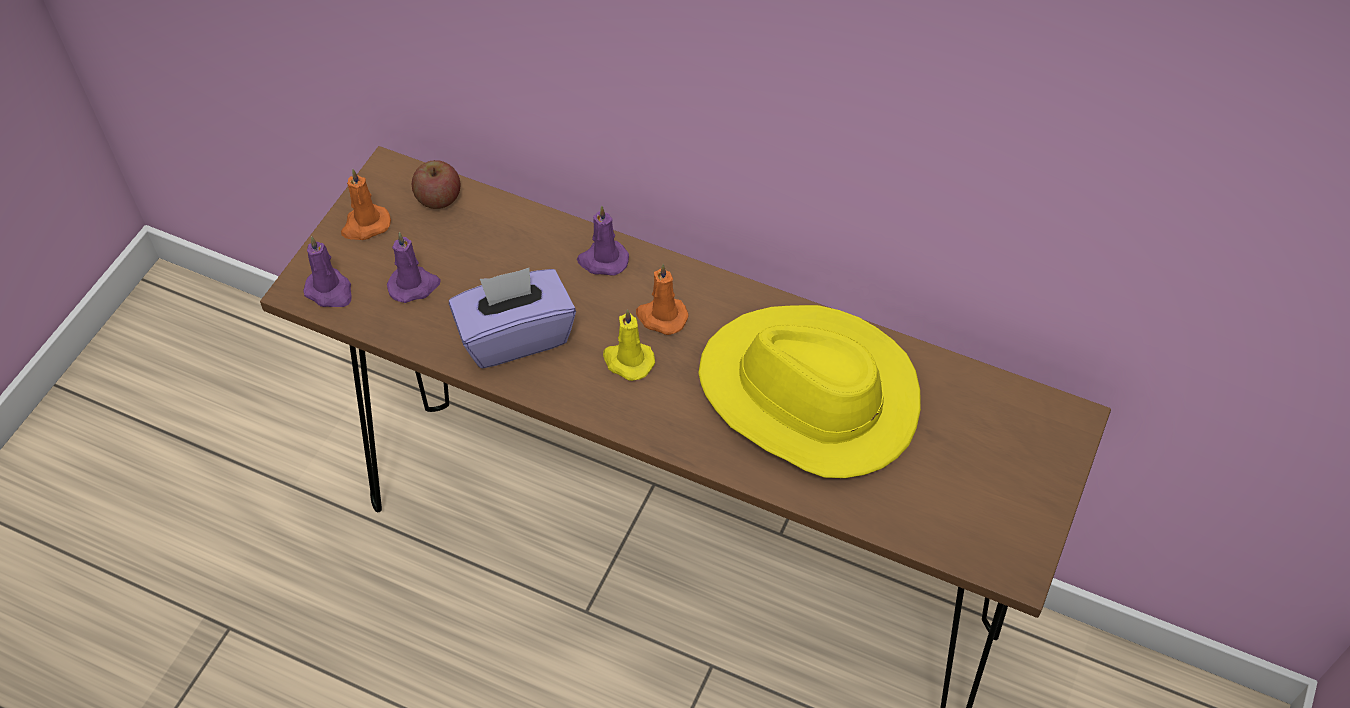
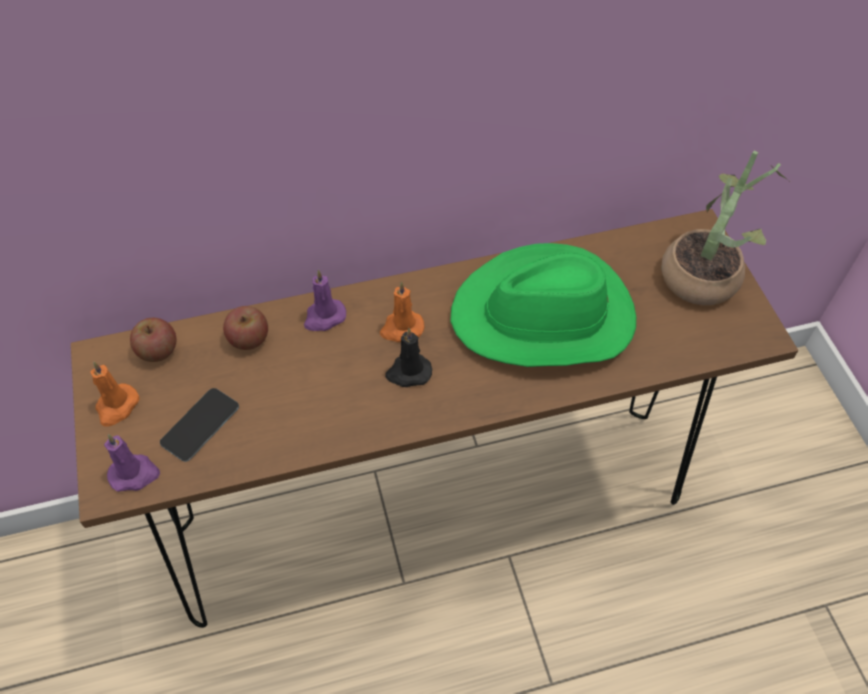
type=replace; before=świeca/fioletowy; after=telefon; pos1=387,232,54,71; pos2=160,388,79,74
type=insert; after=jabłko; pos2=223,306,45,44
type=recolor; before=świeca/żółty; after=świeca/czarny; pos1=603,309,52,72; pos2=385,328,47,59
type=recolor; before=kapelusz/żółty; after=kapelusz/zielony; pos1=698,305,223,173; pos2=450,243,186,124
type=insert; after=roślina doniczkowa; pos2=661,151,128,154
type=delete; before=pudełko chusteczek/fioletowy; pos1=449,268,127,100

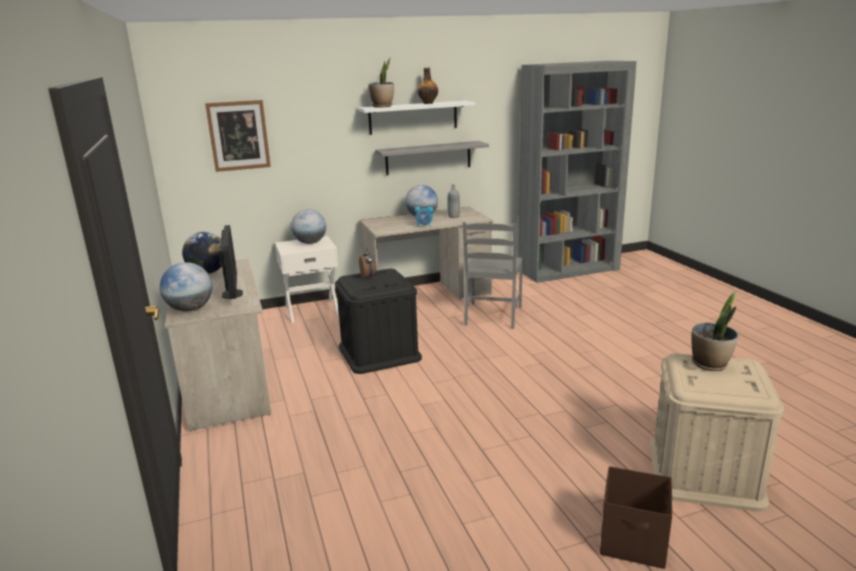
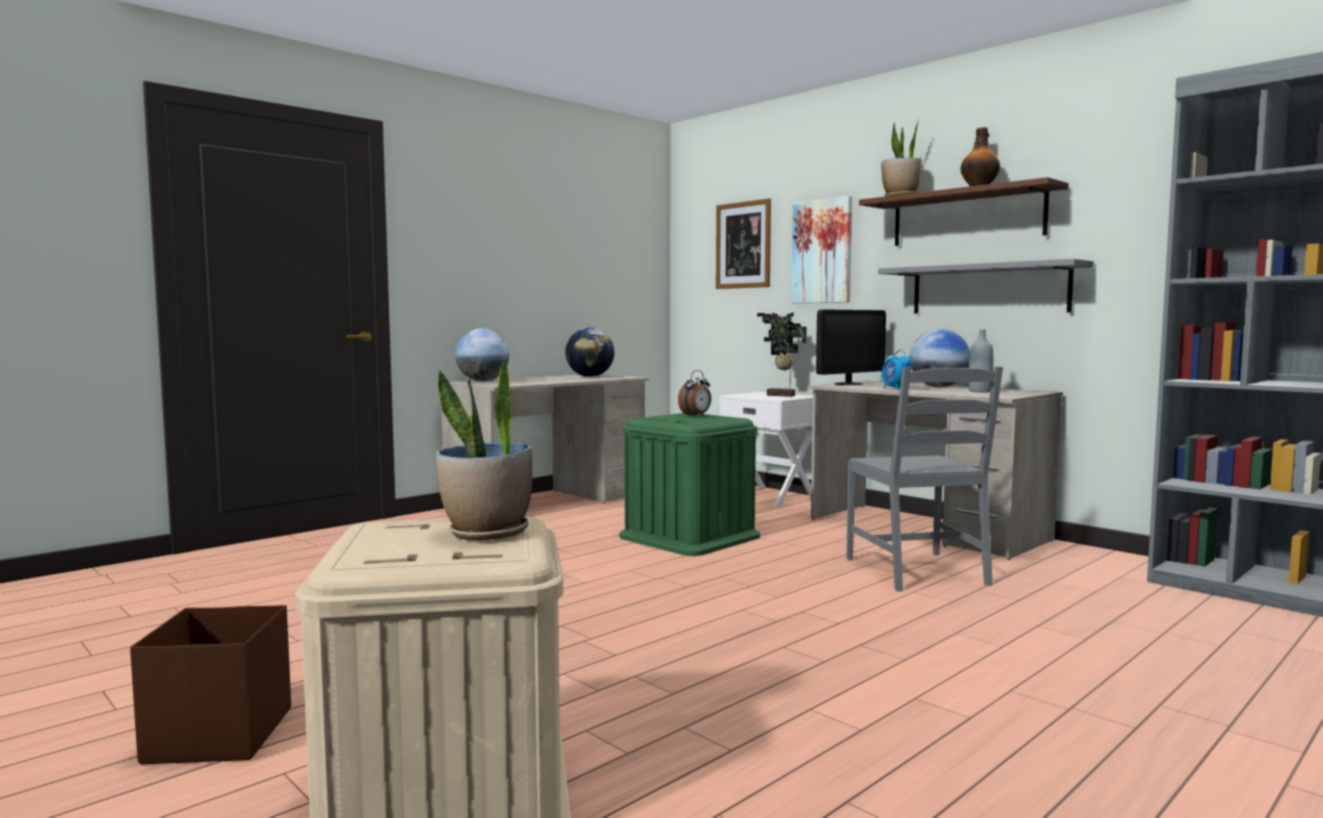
type=recolor; before=pojemnik do przechowywania/czarny; after=pojemnik do przechowywania/zielony; pos1=335,269,87,105; pos2=619,413,141,143
type=replace; before=globus; after=roślina doniczkowa; pos1=291,209,35,35; pos2=757,313,50,84
type=insert; after=obraz; pos2=791,196,61,107
type=move; before=monitor; pos1=220,225,23,74; pos2=816,310,70,75
type=rotate; before=krzesło/szary; pos1=463,222,60,107; pos2=846,367,157,225; turn=-90
type=recolor; before=półka/biały; after=półka/brązowy; pos1=358,100,117,35; pos2=859,177,210,69

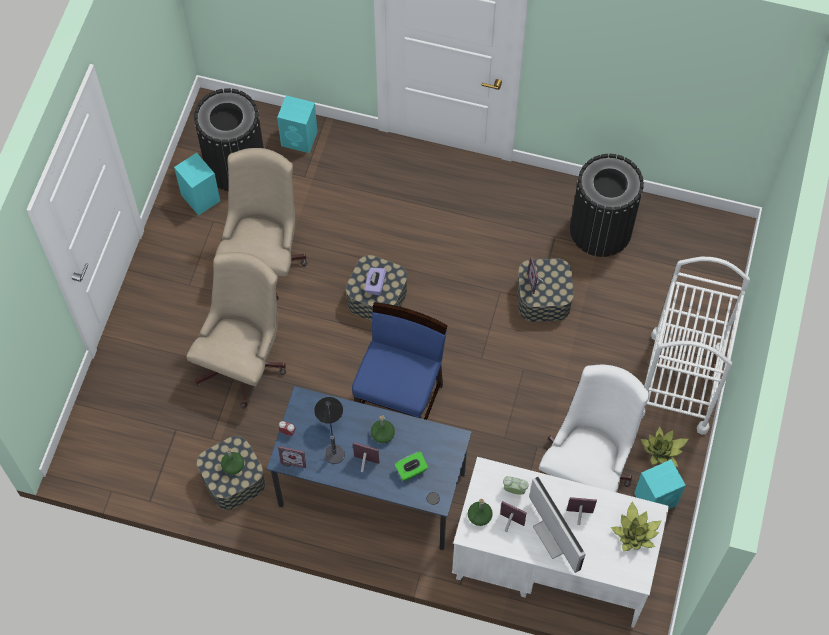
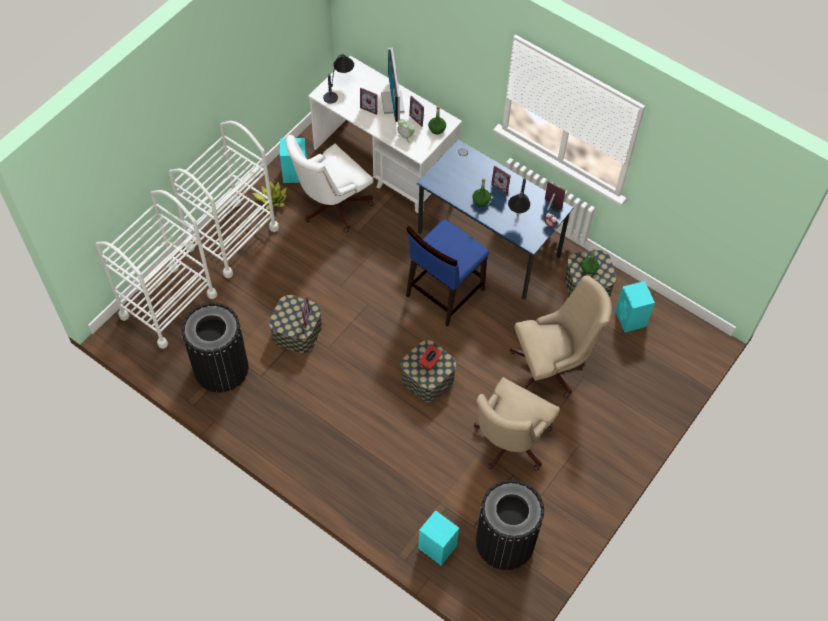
type=insert; after=wózek/biały; pos2=95,190,122,159
type=replace; before=roślina doniczkowa; after=lampa stołowa; pos1=611,501,51,50; pos2=323,54,31,50
type=recolor; before=pudełko chusteczek/fioletowy; after=pudełko chusteczek/czerwony; pos1=365,268,21,28; pos2=419,344,23,27
type=rotate; before=krzesło biurowe/beżowy; pos1=186,252,100,157; pos2=510,275,102,123; turn=-150
type=move; before=głośnik/turkusowy; pos1=174,153,46,63; pos2=615,281,40,51
type=delete; before=pudełko chusteczek/zielony; pos1=394,451,34,30

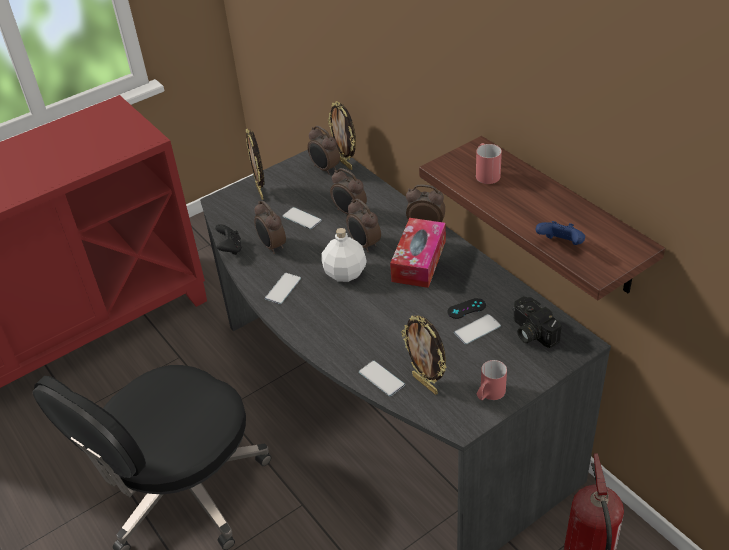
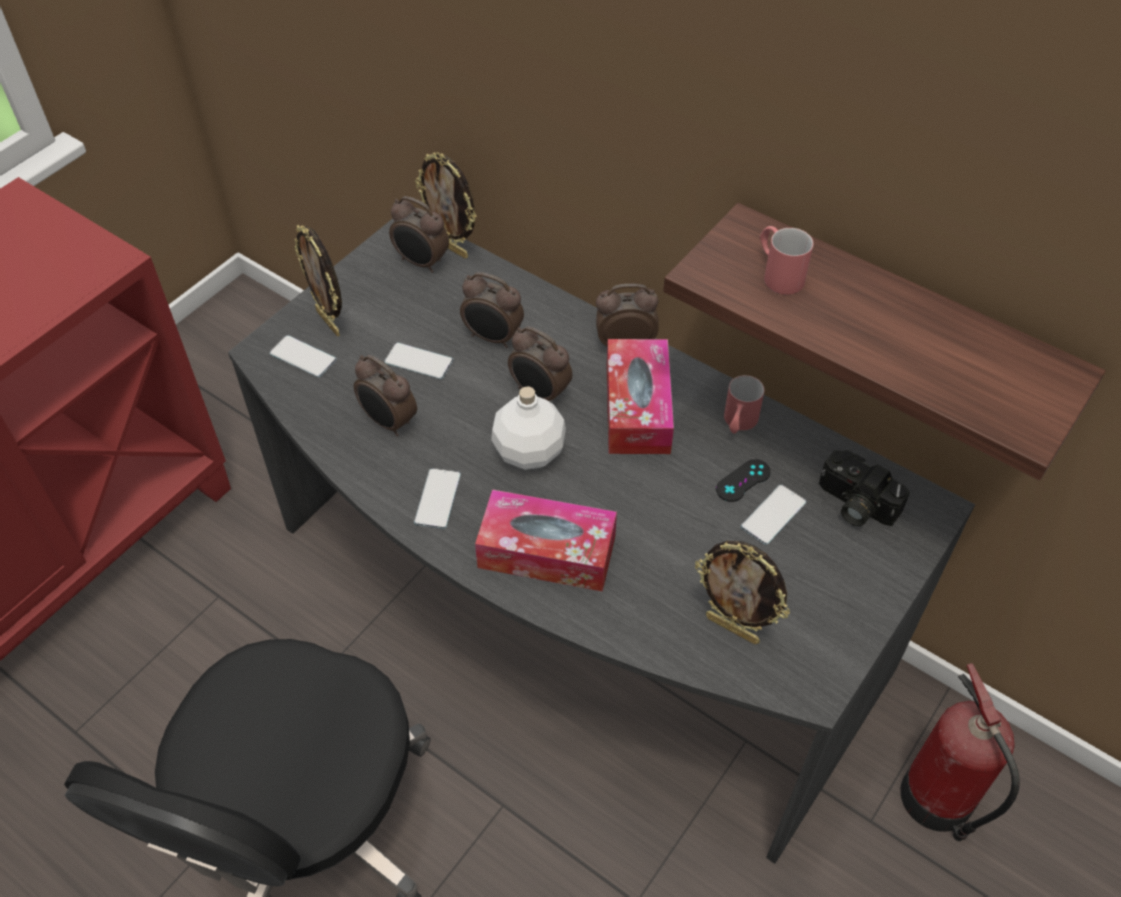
type=move; before=telefon; pos1=359,361,46,35; pos2=269,335,68,42
type=insert; after=pudełko chusteczek; pos2=475,489,142,103
type=move; before=kubek/czerwony; pos1=477,360,30,40; pos2=724,375,40,59
type=delete; before=pad do gier/czarny; pos1=215,224,27,31
type=delete; before=pad do gier/niebieski; pos1=536,221,49,24

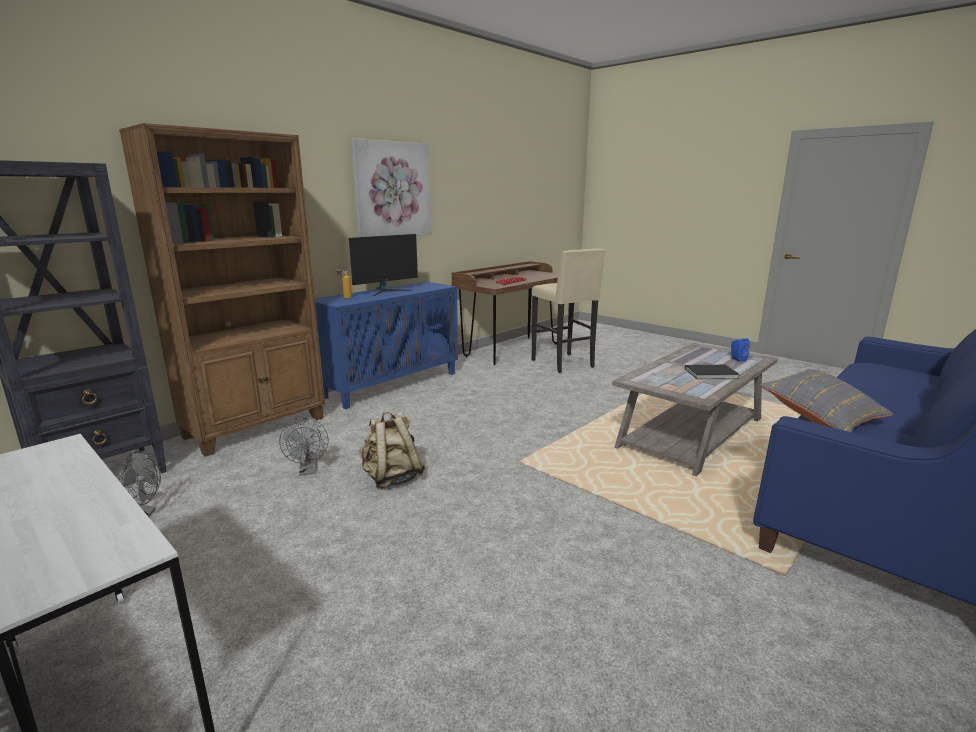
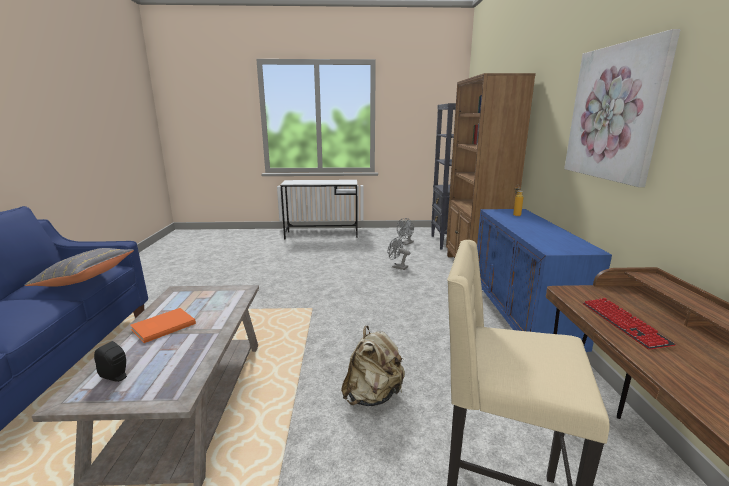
type=recolor; before=głośnik/niebieski; after=głośnik/czarny; pos1=731,338,19,24; pos2=94,341,33,41
type=recolor; before=książka/czarny; after=książka/pomarańczowy; pos1=685,365,55,14; pos2=130,308,66,35
type=move; before=plecak/beżowy; pos1=360,412,65,77; pos2=341,326,64,80
type=delete; before=monitor; pos1=349,234,69,62

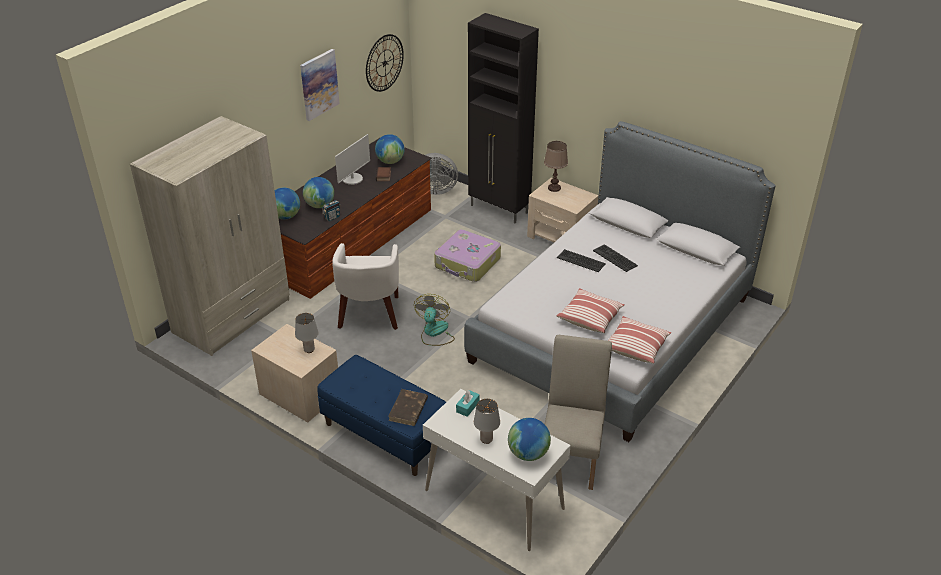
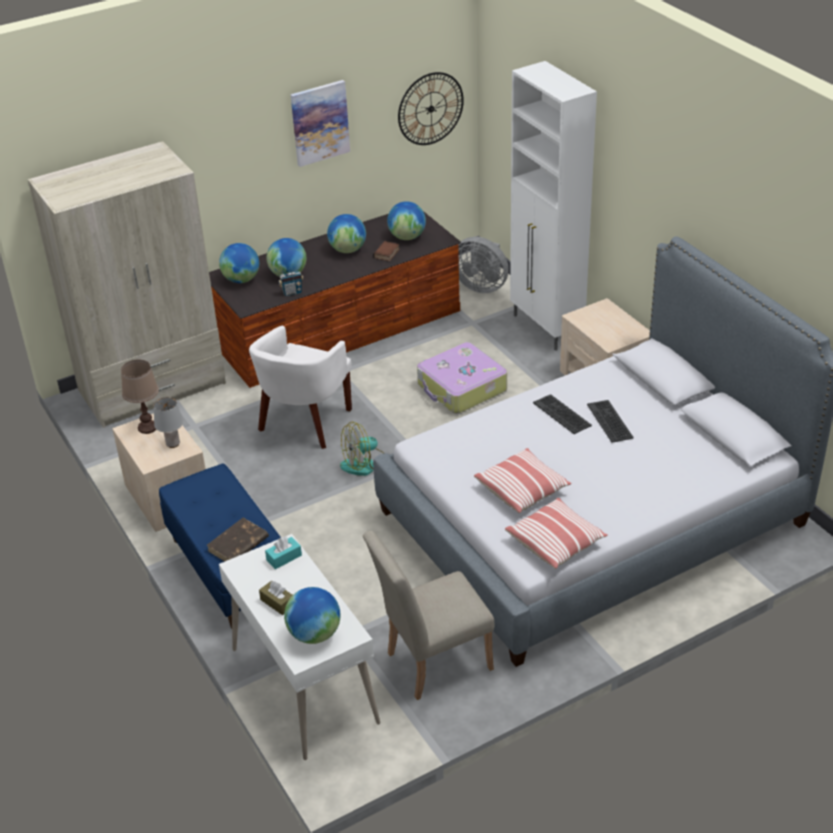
type=move; before=lampa stołowa/brązowy; pos1=544,141,24,51; pos2=121,360,38,74
type=replace; before=lampa stołowa/szary; after=pudełko chusteczek/brązowy; pos1=474,399,26,45; pos2=259,581,34,34
type=replace; before=monitor; after=globus; pos1=335,134,35,51; pos2=327,214,39,39
type=rotate; before=wentylator; pos1=414,294,41,52; pos2=340,422,44,54; turn=-150
type=rotate; before=krzesło/beżowy; pos1=545,335,67,155; pos2=363,531,131,169; turn=-150
type=recolor; before=szafka/czarny; after=szafka/biały; pos1=468,13,71,210; pos2=510,61,87,290

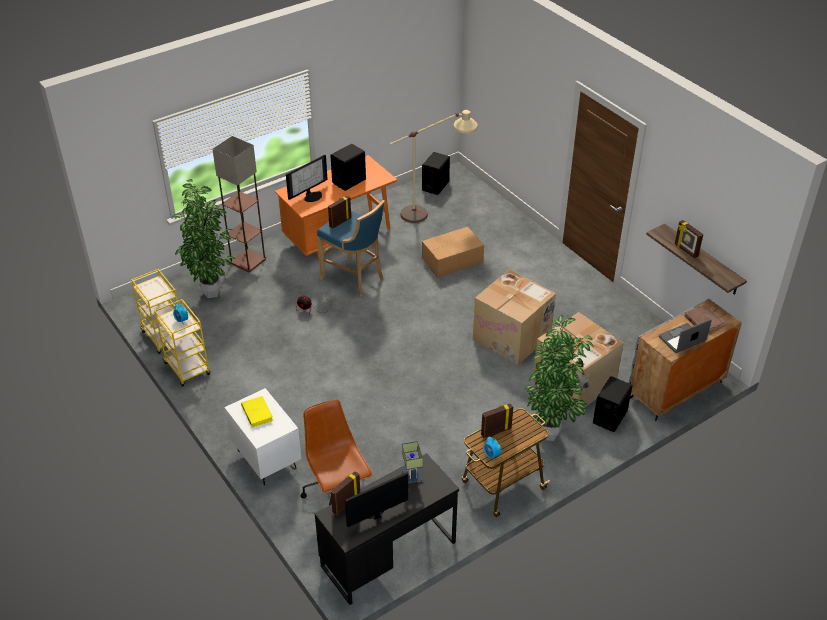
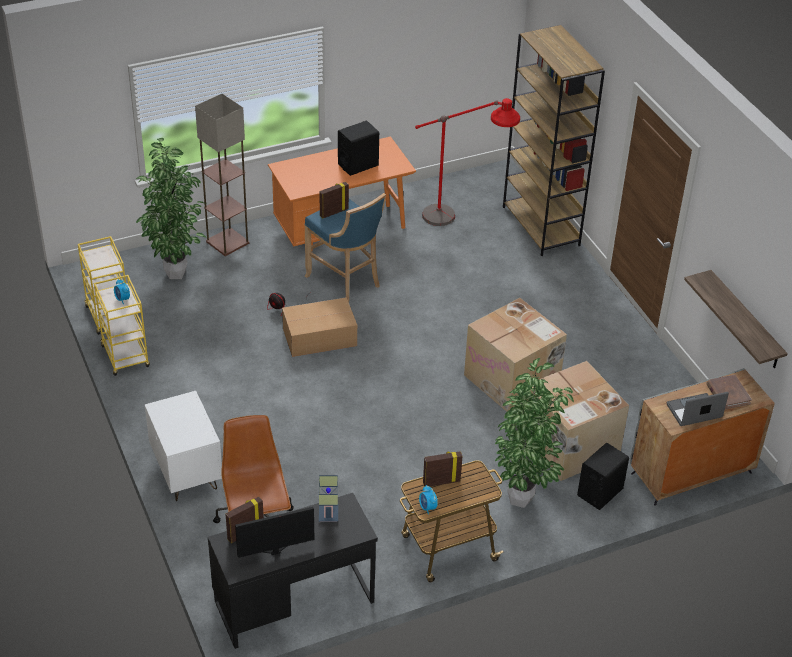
type=move; before=karton; pos1=422,227,62,50; pos2=282,297,75,60
type=recolor; before=lampa stojąca/beżowy; after=lampa stojąca/czerwony; pos1=390,110,88,113; pos2=415,98,105,128
type=insert; after=regał/brązowy; pos2=503,25,102,231
type=delete; before=książka/żółty; pos1=241,396,32,31
type=delete; before=monitor; pos1=286,155,42,47
type=delete; before=głośnik/czarny; pos1=422,152,28,43
type=delete; before=ramka na zdjęcie; pos1=675,220,28,38

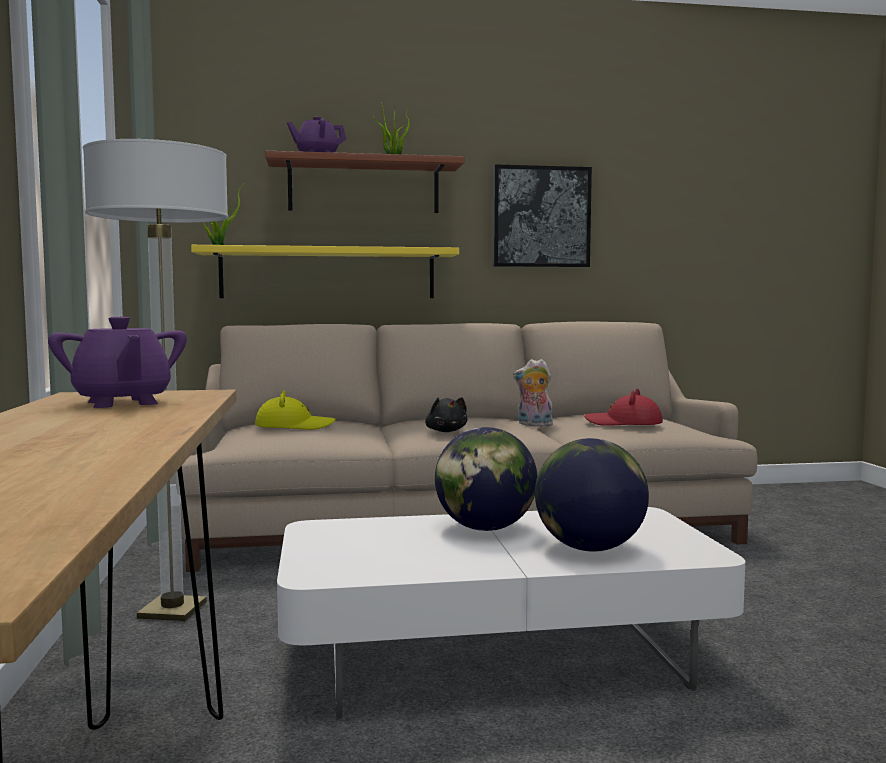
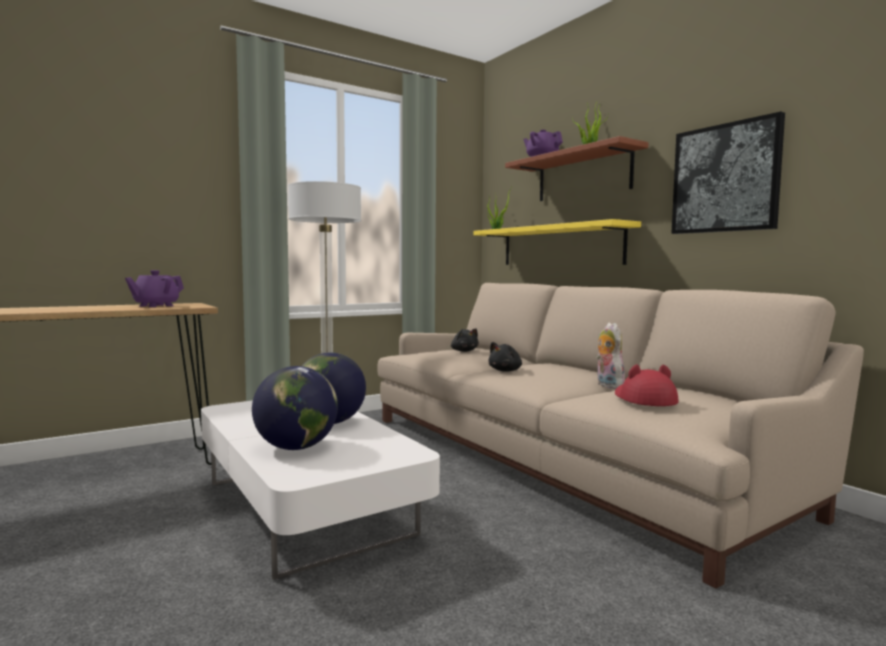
type=replace; before=kapelusz/żółty; after=pluszak/czarny; pos1=255,390,81,40; pos2=451,328,28,24

